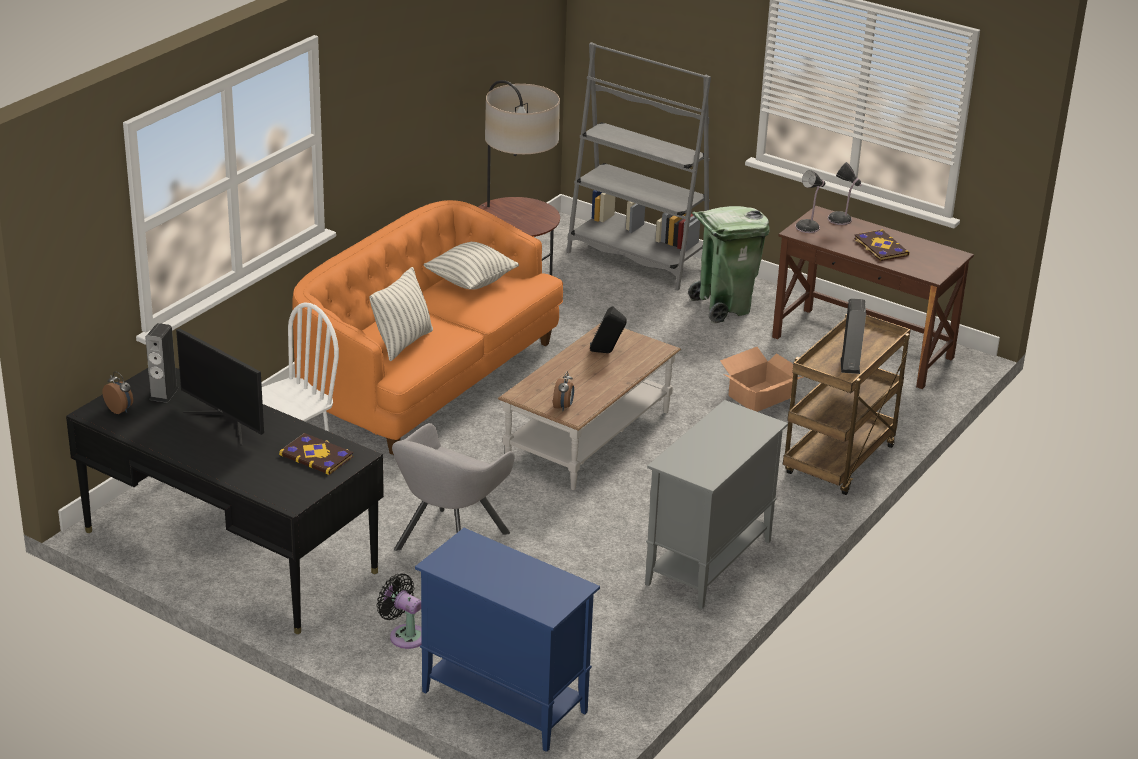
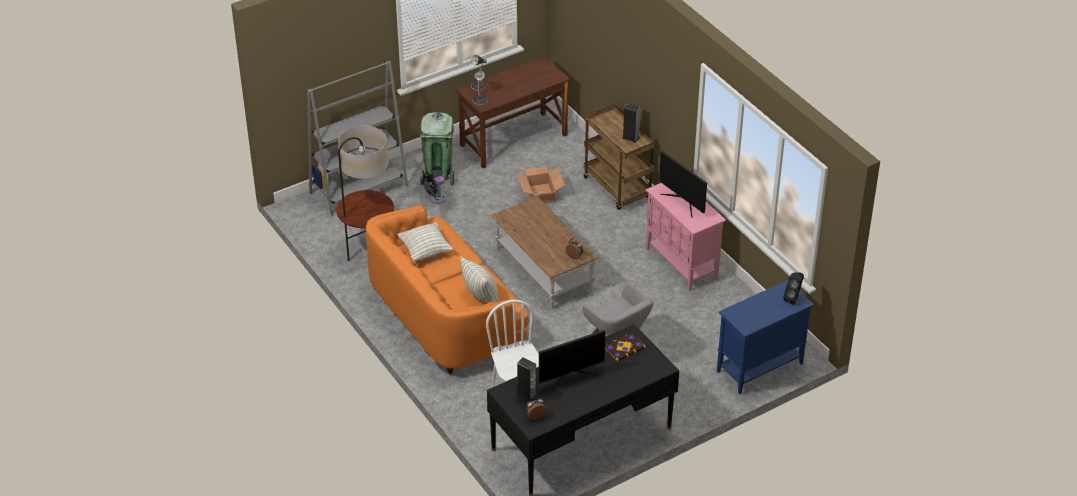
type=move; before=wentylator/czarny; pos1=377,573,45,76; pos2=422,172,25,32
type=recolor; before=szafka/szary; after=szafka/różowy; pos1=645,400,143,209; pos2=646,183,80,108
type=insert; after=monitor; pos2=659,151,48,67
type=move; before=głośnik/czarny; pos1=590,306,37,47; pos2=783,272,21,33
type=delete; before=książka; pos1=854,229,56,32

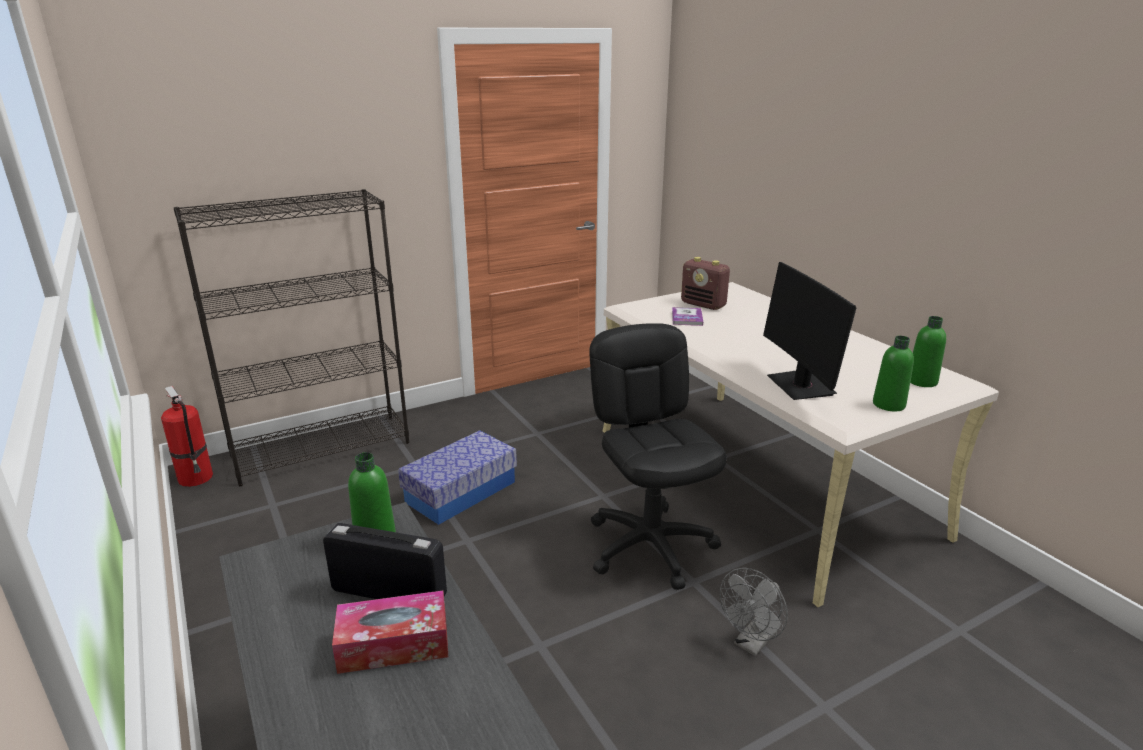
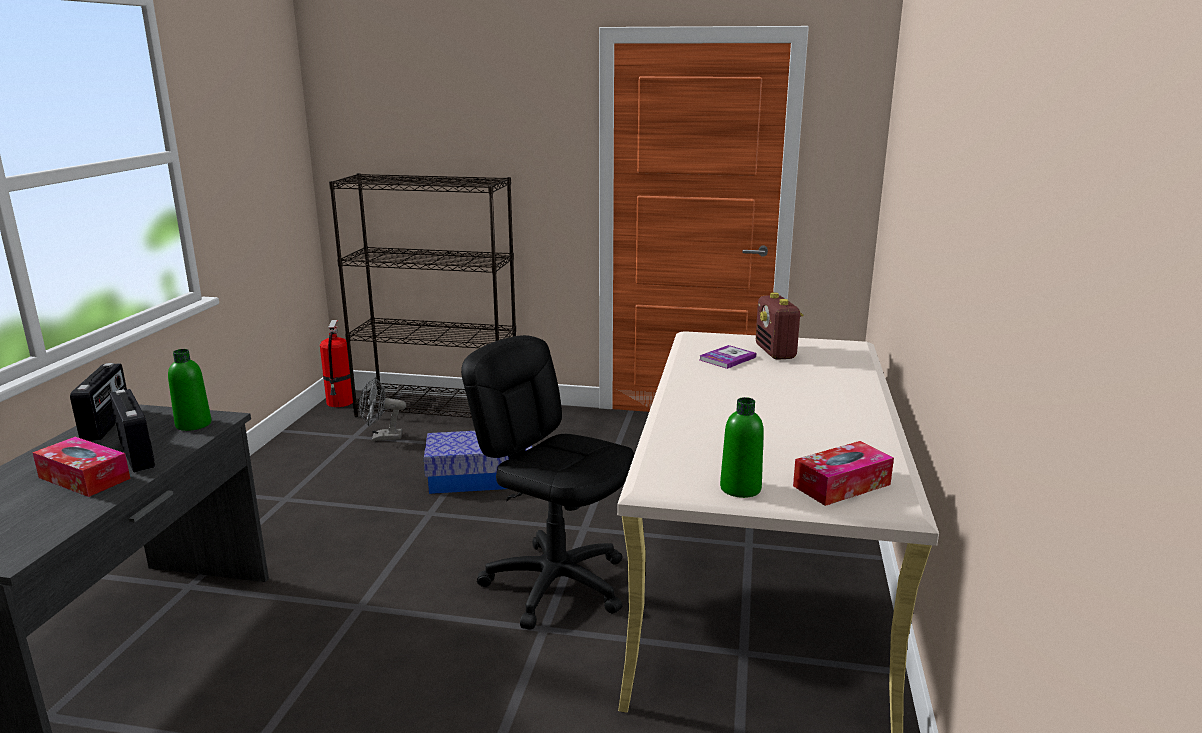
type=insert; after=radio; pos2=70,363,57,78
type=move; before=wentylator/szary; pos1=720,568,68,88; pos2=359,377,47,64
type=rotate; before=krzesło biurowe/czarny; pos1=589,323,138,267; pos2=461,335,173,295; turn=-75
type=replace; before=butelka/zielony; after=pudełko chusteczek; pos1=910,316,36,71; pos2=793,441,101,65
type=delete; before=monitor; pos1=763,262,93,138

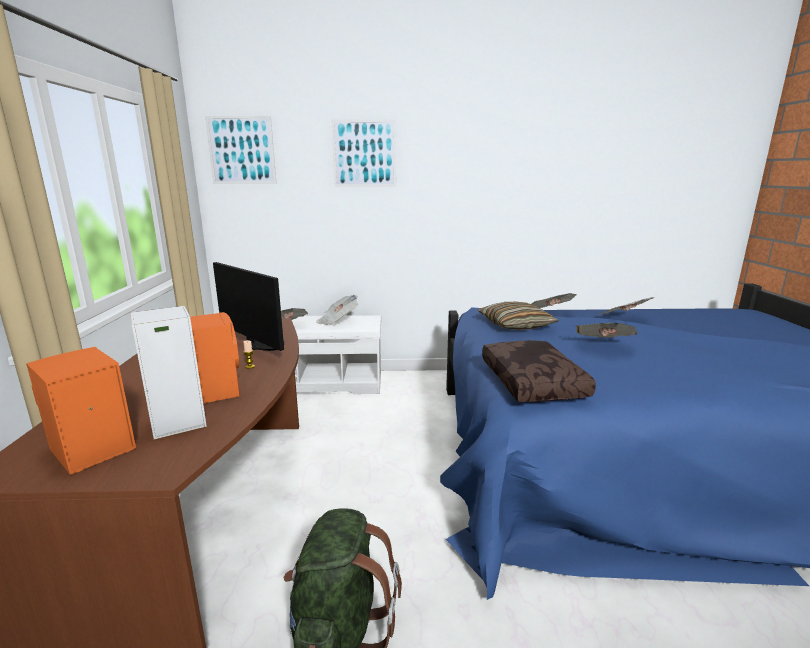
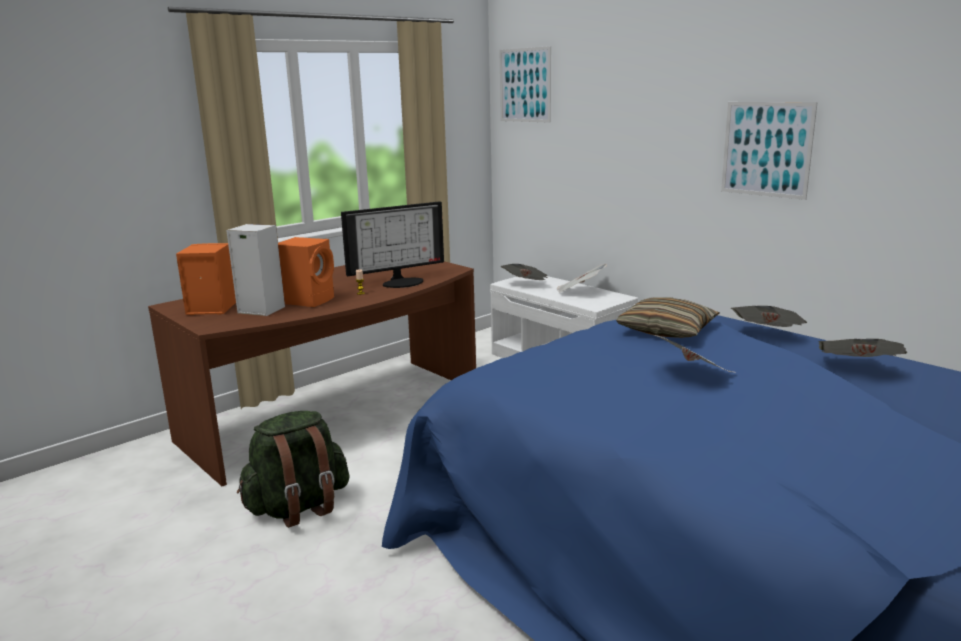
type=rotate; before=monitor; pos1=213,262,71,89; pos2=341,201,103,87; turn=60
type=move; before=obraz; pos1=331,119,65,68; pos2=721,102,97,98
type=delete; before=poduszka/brązowy; pos1=482,340,114,62

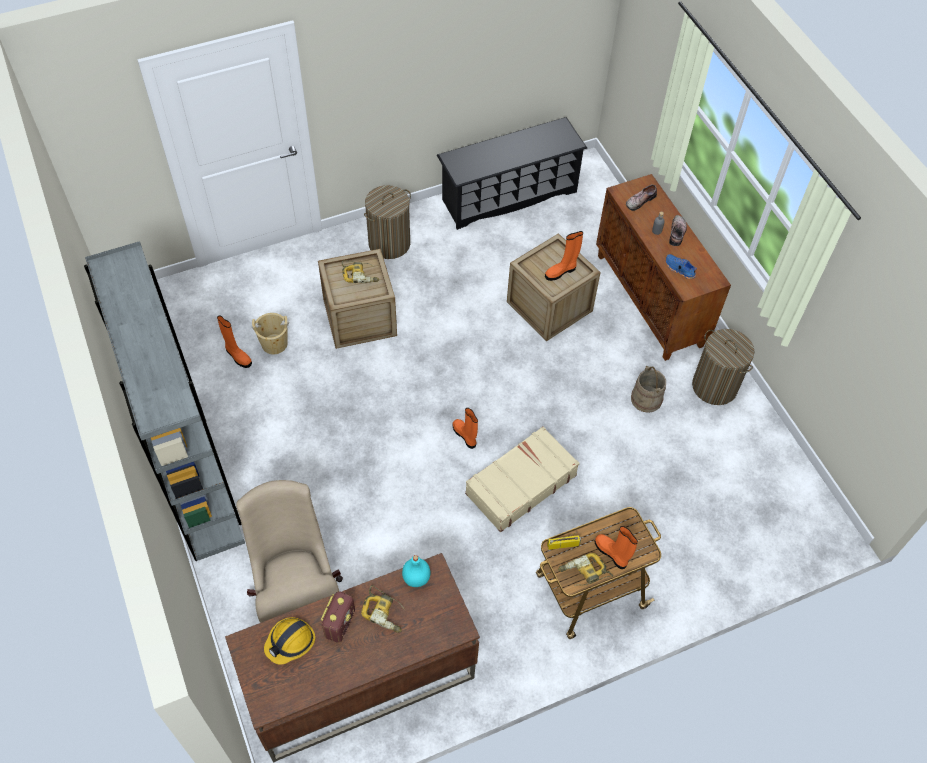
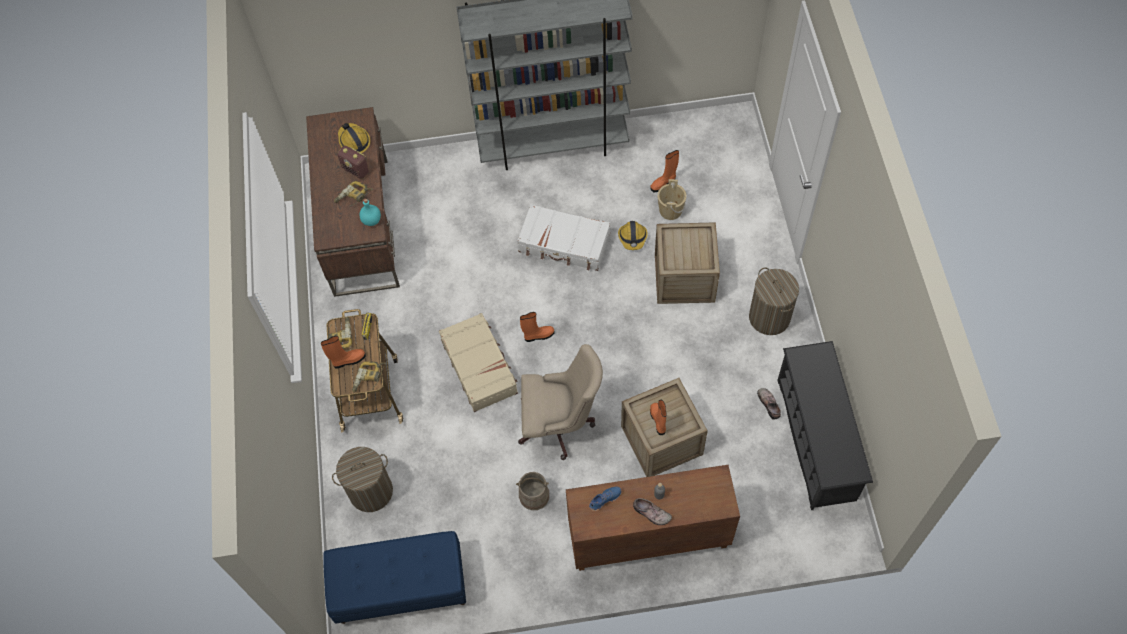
type=insert; after=ławka/niebieski; pos2=323,531,143,93
type=move; before=kosz na pranie; pos1=692,329,63,76; pos2=332,447,61,65
type=move; before=wiertarka; pos1=342,260,38,23; pos2=352,361,34,31
type=insert; after=walizka/biały; pos2=517,204,93,67
type=move; before=krzesło biurowe/beżowy; pos1=236,480,107,142; pos2=518,344,85,116
type=insert; after=kask; pos2=618,221,30,29
type=move; before=but; pos1=626,184,31,27; pos2=757,388,24,32

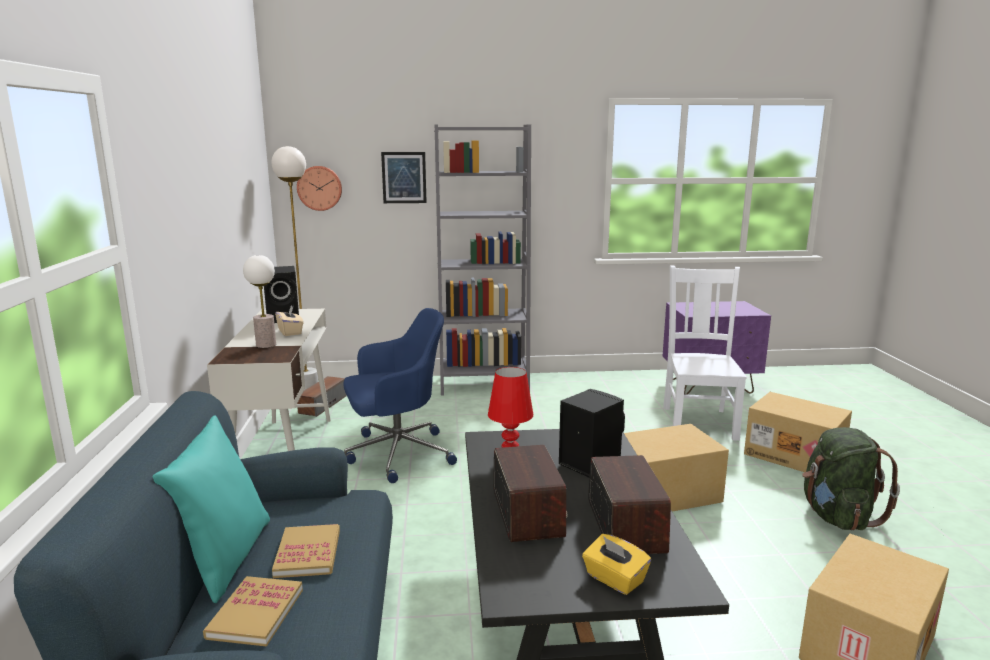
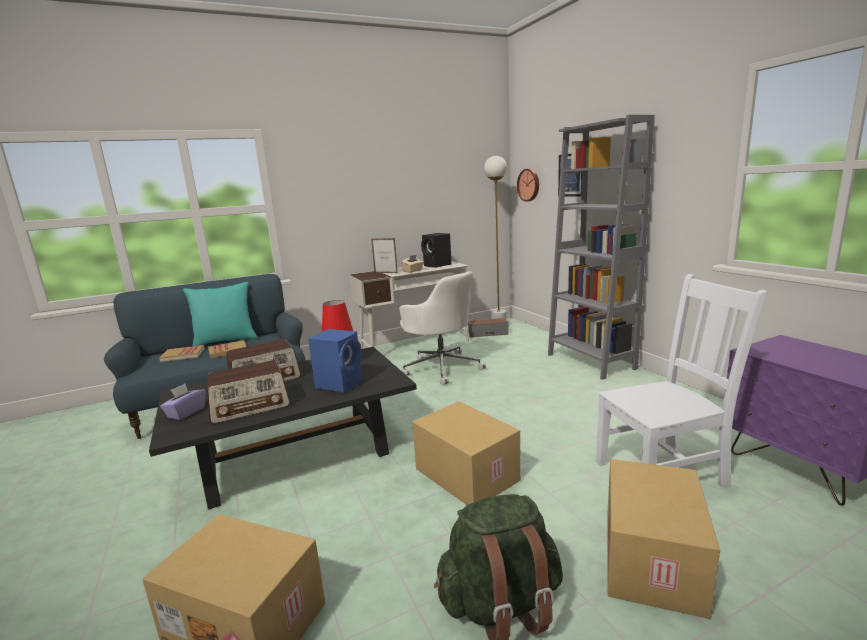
type=recolor; before=pudełko chusteczek/żółty; after=pudełko chusteczek/fioletowy; pos1=582,534,69,61; pos2=160,384,46,36
type=recolor; before=głośnik/czarny; after=głośnik/niebieski; pos1=559,389,66,89; pos2=308,329,54,64
type=replace; before=lampa stołowa; after=ramka na zdjęcie; pos1=243,255,33,93; pos2=371,238,27,35
type=recolor; before=krzesło biurowe/niebieski; after=krzesło biurowe/biały; pos1=343,308,114,175; pos2=399,271,87,114

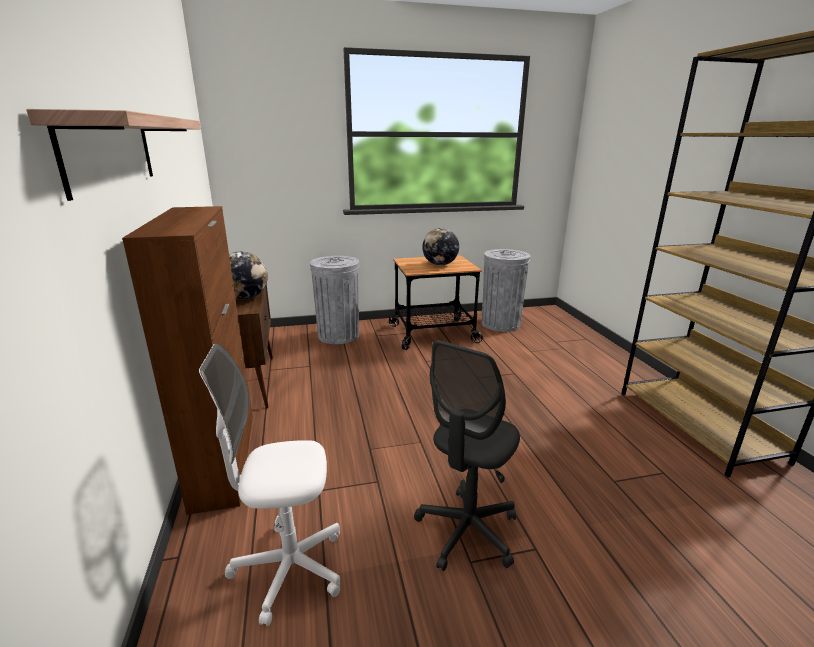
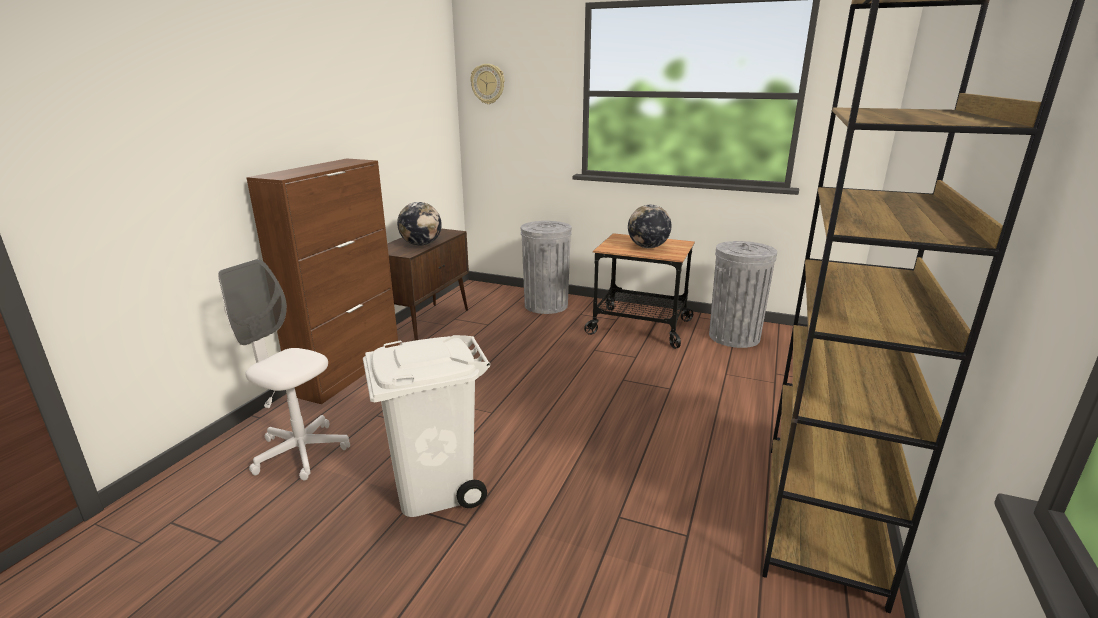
type=replace; before=krzesło biurowe/szary; after=kosz na śmieci/biały; pos1=414,340,106,231; pos2=363,335,127,182
type=insert; after=zegar ścienny; pos2=470,64,35,40
type=delete; before=półka; pos1=26,109,175,92

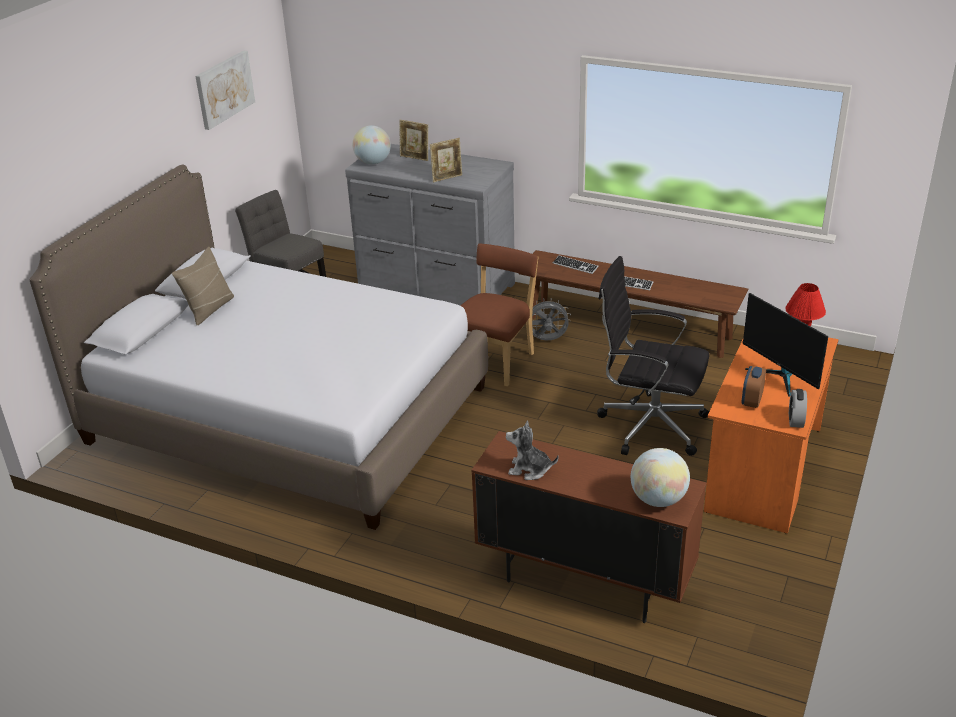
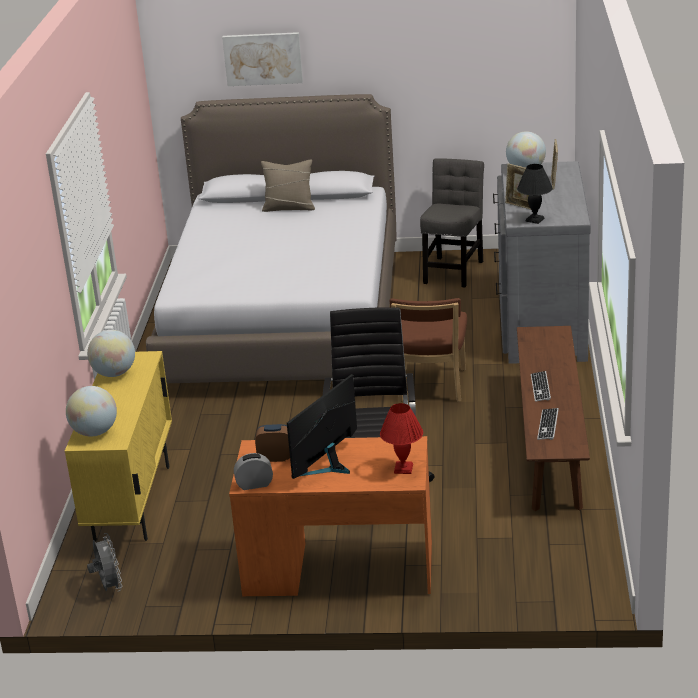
type=recolor; before=szafka/brązowy; after=szafka/żółty; pos1=471,431,236,192; pos2=65,351,107,191
type=replace; before=pluszak; after=globus; pos1=506,420,53,60; pos2=87,330,48,47
type=move; before=wentylator/szary; pos1=532,300,39,40; pos2=87,533,35,59
type=move; before=obraz; pos1=195,51,60,79; pos2=222,32,81,54
type=rotate; before=krzesło/brązowy; pos1=460,244,78,142; pos2=390,298,77,104; turn=90
type=insert; after=lampa stołowa/czarny; pos2=517,164,36,60
type=move; before=klawiatura; pos1=553,255,46,19; pos2=537,408,22,32

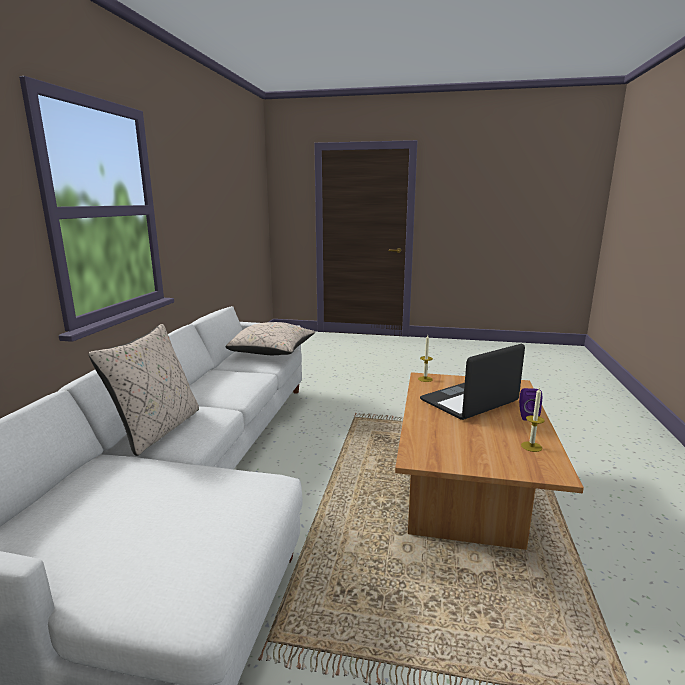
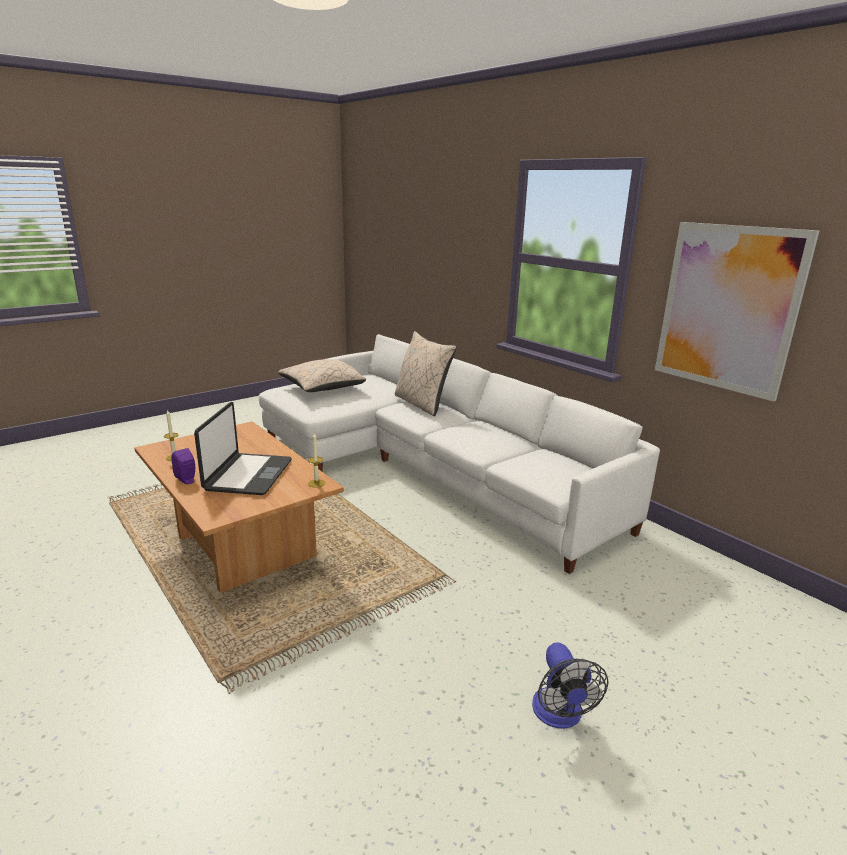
type=move; before=poduszka/beżowy; pos1=225,322,90,33; pos2=278,359,88,33
type=insert; after=wentylator; pos2=532,642,77,87
type=insert; after=obraz; pos2=655,222,164,180

